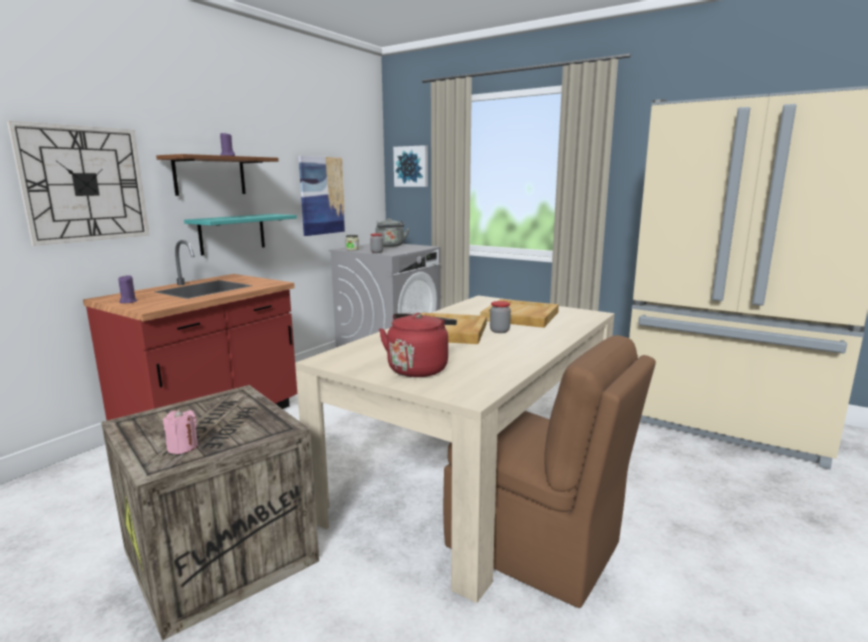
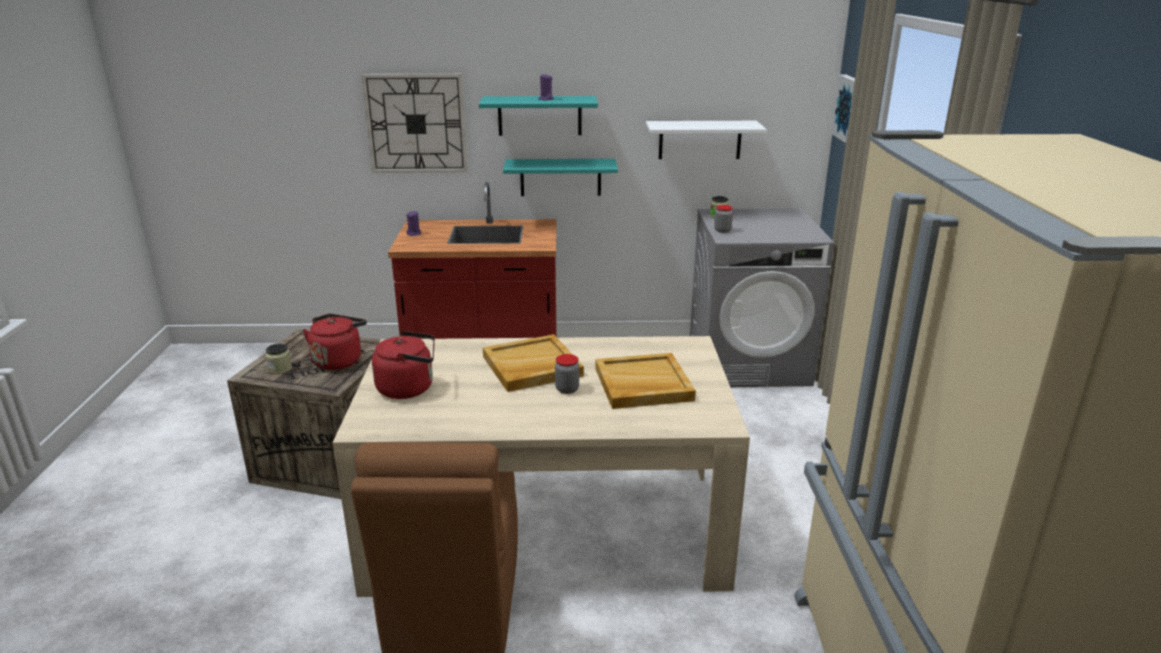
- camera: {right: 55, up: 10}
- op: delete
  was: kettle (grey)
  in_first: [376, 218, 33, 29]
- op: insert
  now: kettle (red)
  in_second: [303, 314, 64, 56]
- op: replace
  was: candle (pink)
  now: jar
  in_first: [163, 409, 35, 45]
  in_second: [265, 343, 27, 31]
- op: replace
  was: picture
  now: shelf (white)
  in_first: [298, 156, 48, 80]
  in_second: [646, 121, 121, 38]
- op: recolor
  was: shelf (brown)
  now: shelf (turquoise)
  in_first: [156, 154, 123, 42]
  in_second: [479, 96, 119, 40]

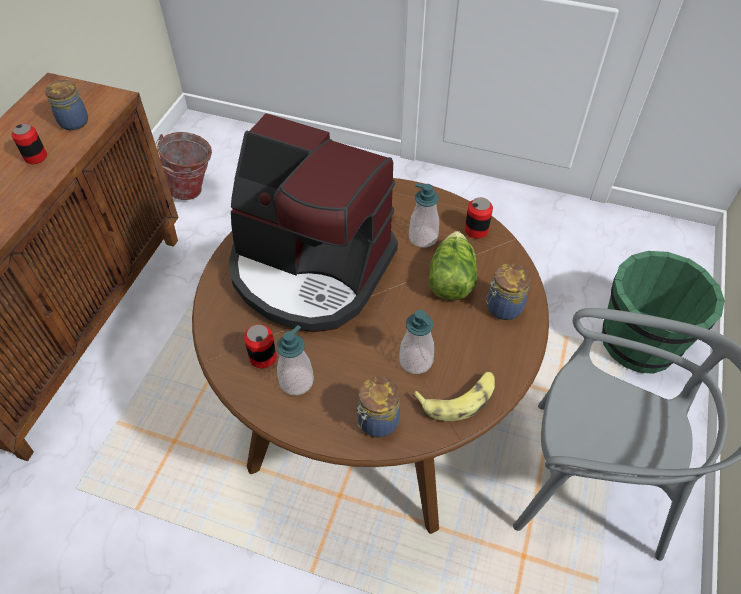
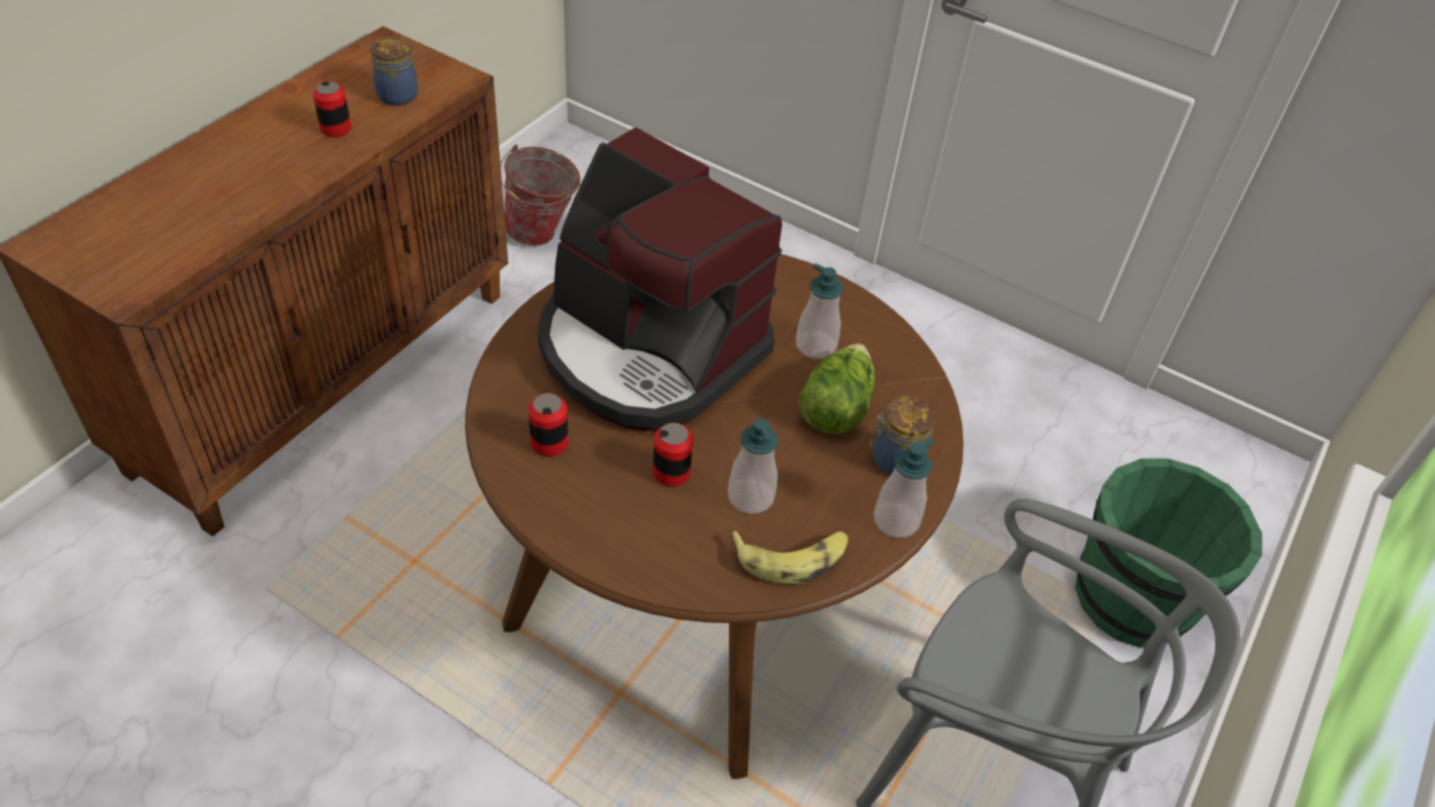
- camera: {right: 10, up: -5}
- op: delete
  was: jar
  in_first: [356, 376, 44, 62]
- op: move
  was: soap dispenser
  in_first: [277, 325, 37, 70]
  in_second: [873, 438, 61, 100]
- op: move
  was: can
  in_first: [465, 197, 28, 42]
  in_second: [653, 423, 40, 63]

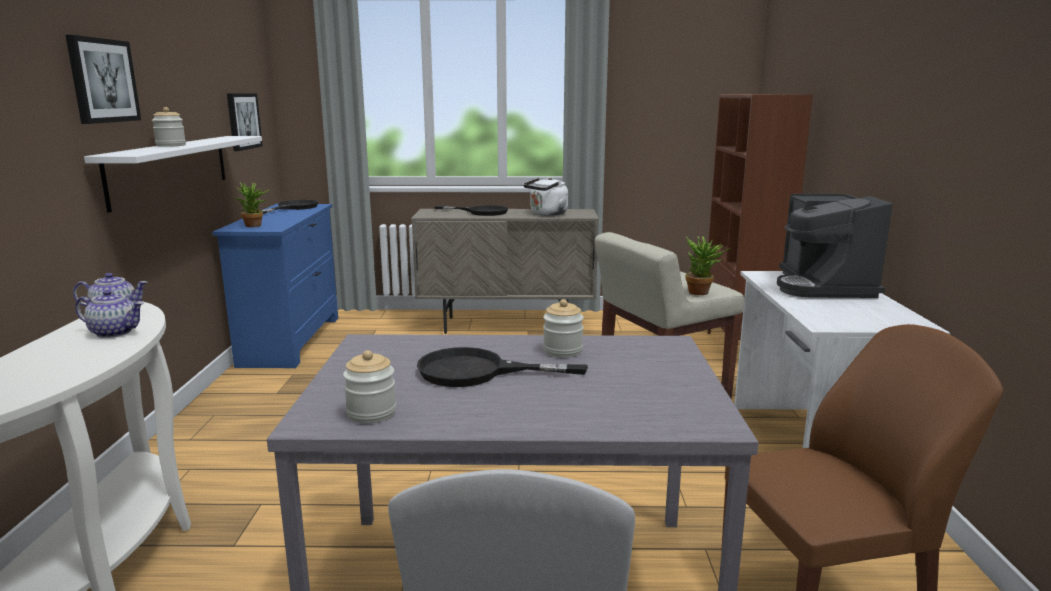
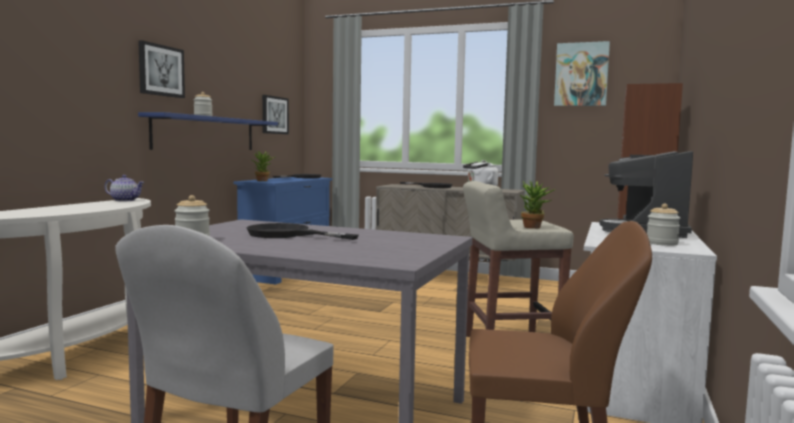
- camera: {right: 20, up: -10}
- op: delete
  was: teapot
  in_first: [75, 290, 69, 48]
- op: insert
  now: picture
  in_second: [554, 41, 56, 65]
- op: move
  was: jar
  in_first: [543, 299, 41, 59]
  in_second: [647, 203, 33, 43]
- op: recolor
  was: shelf (white)
  now: shelf (blue)
  in_first: [84, 136, 178, 77]
  in_second: [138, 112, 140, 38]

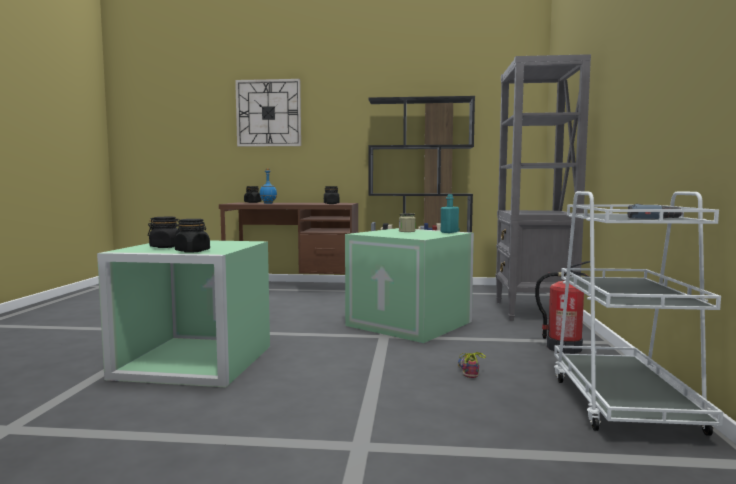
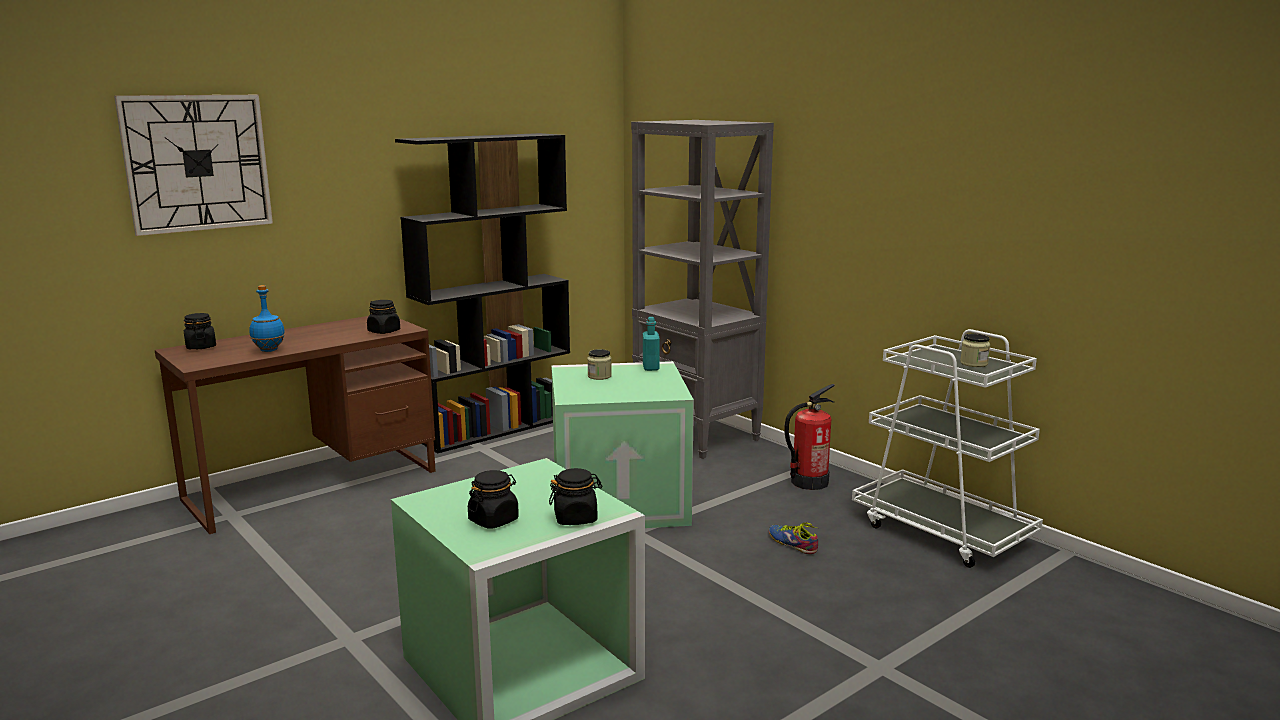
- camera: {right: -45, up: 10}
- op: replace
  was: power drill
  now: jar
  in_first: [627, 204, 57, 15]
  in_second: [960, 334, 30, 33]

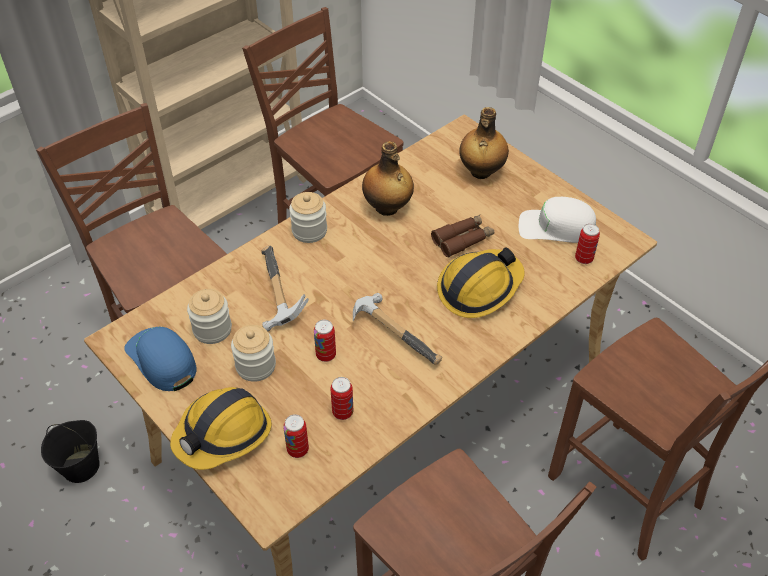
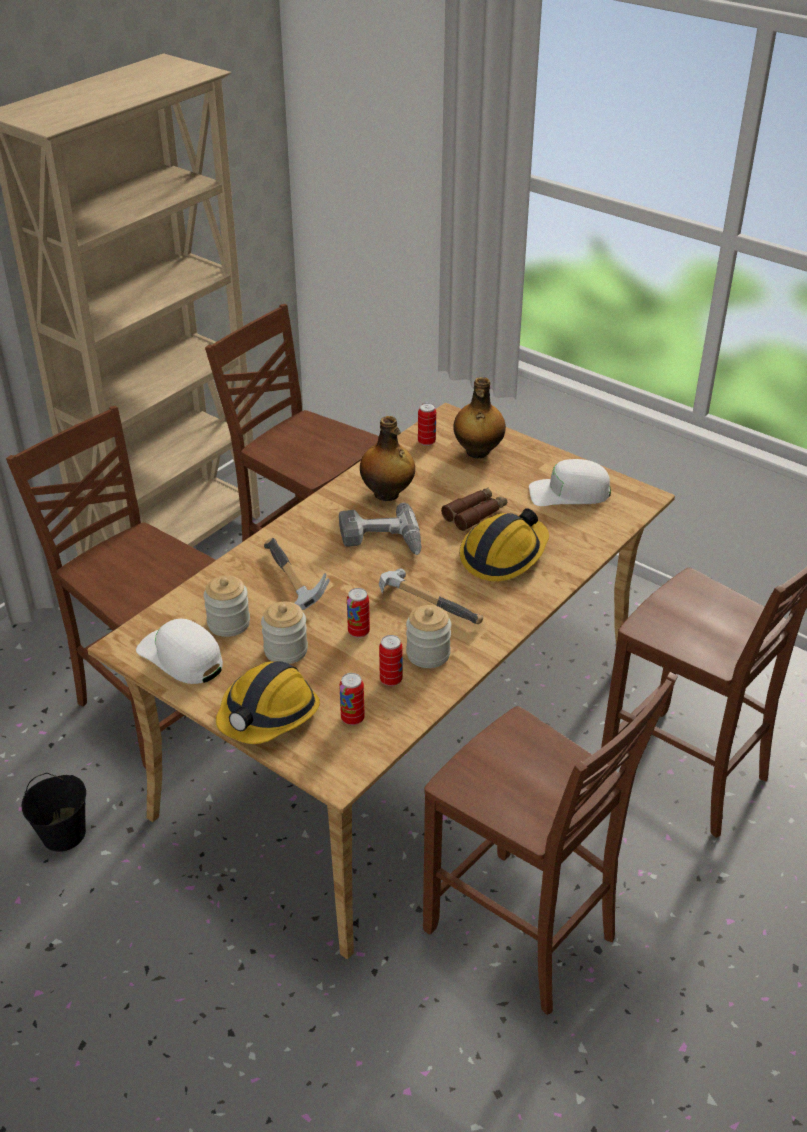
- camera: {right: -10, up: -10}
- op: insert
  now: power drill
  in_second: [339, 503, 83, 52]
- op: move
  was: jar
  in_first: [289, 192, 38, 51]
  in_second: [406, 605, 45, 63]
- op: move
  was: can
  in_first: [575, 224, 25, 40]
  in_second: [418, 403, 18, 43]
- op: recolor
  was: cap (blue)
  now: cap (white)
  in_first: [124, 327, 73, 64]
  in_second: [136, 619, 87, 65]

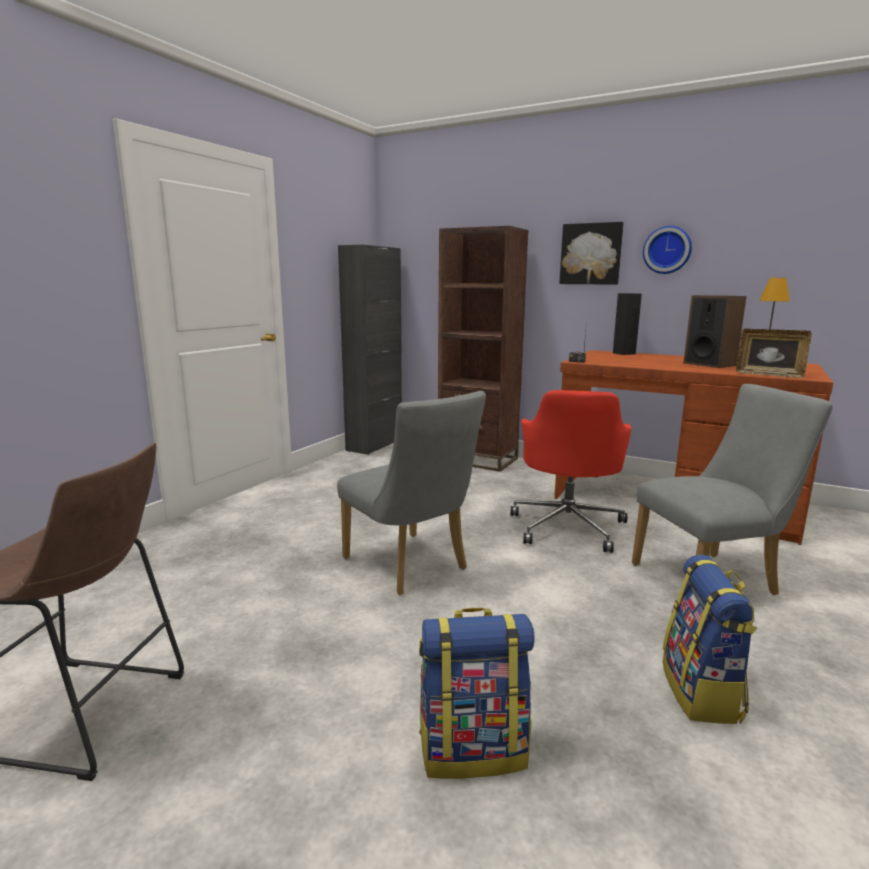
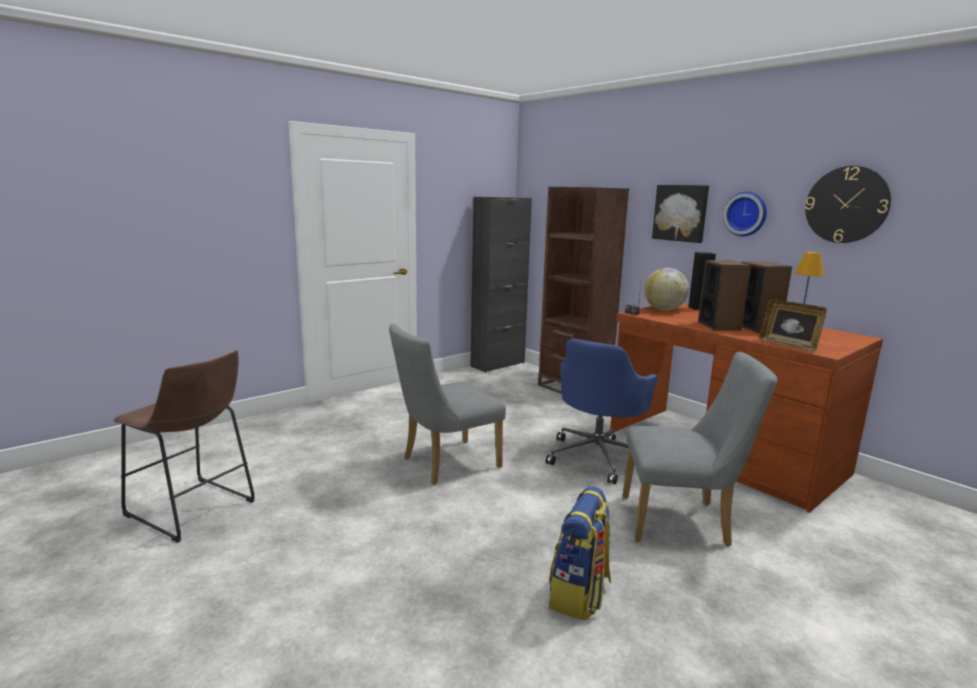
- camera: {right: 20, up: 0}
- op: delete
  was: backpack
  in_first: [419, 608, 115, 171]
- op: insert
  now: globe
  in_second: [644, 268, 45, 43]
- op: insert
  now: speaker
  in_second: [698, 260, 53, 71]
- op: insert
  now: wall clock
  in_second: [805, 166, 86, 77]
- op: recolor
  was: office chair (red)
  now: office chair (blue)
  in_first: [510, 390, 121, 163]
  in_second: [546, 339, 112, 145]
- op: rotate
  was: chair (grey)
  in_first: [337, 391, 149, 204]
  in_second: [389, 324, 117, 161]
  clockwise: 75

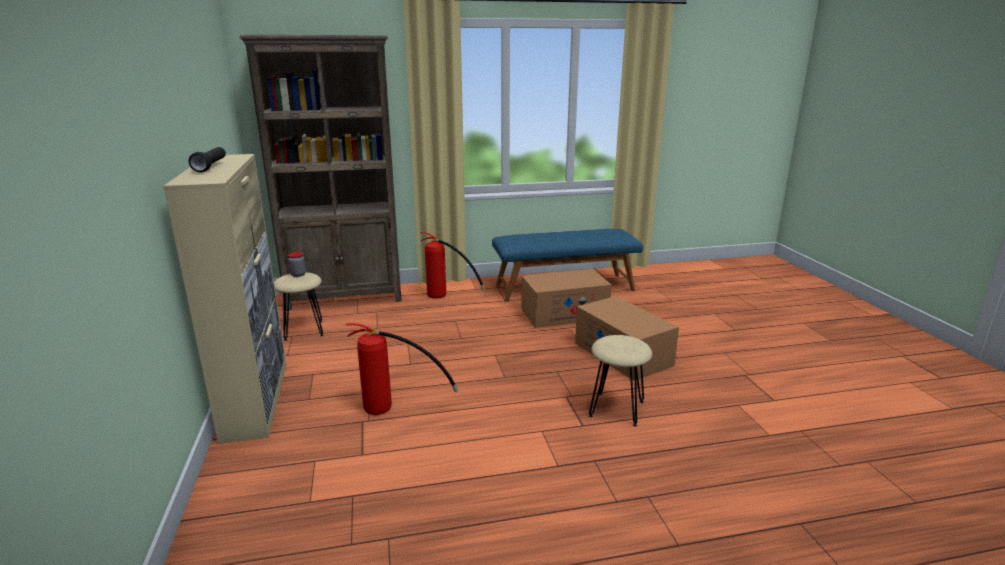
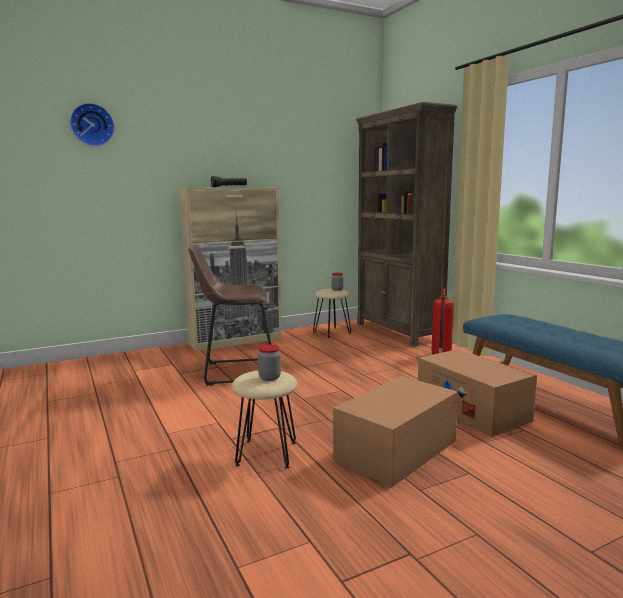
- camera: {right: 75, up: -10}
- op: insert
  now: wall clock
  in_second: [70, 103, 45, 44]
- op: insert
  now: jar
  in_second: [258, 345, 23, 36]
- op: replace
  was: fire extinguisher
  now: stool (brown)
  in_first: [346, 323, 112, 92]
  in_second: [189, 244, 82, 142]

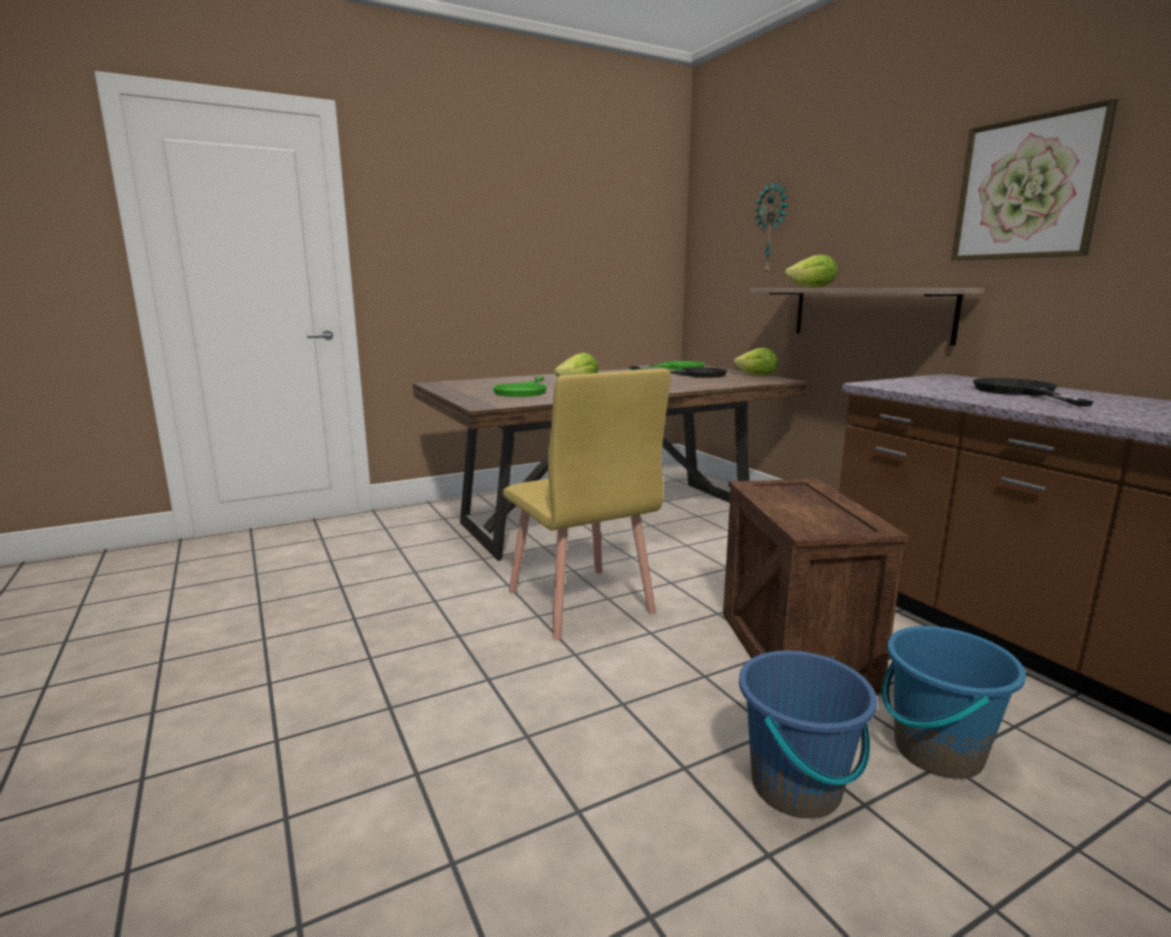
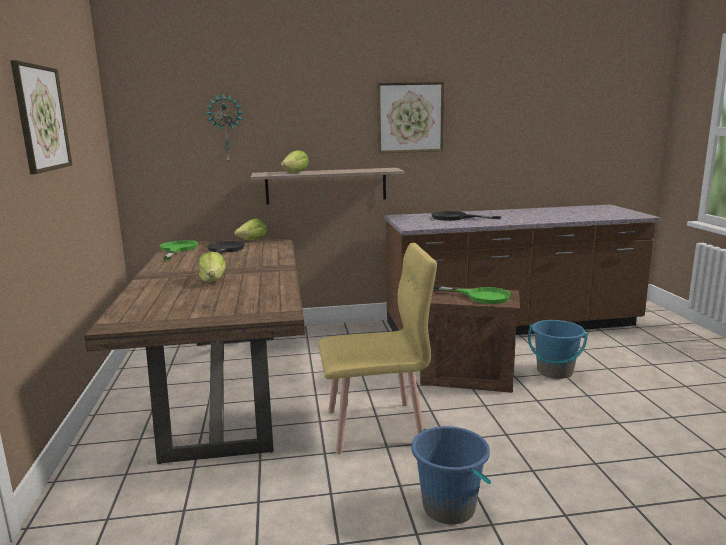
- camera: {right: -70, up: 0}
- op: insert
  now: picture
  in_second: [10, 60, 62, 114]
- op: move
  was: frying pan (green)
  in_first: [492, 377, 55, 20]
  in_second: [433, 285, 78, 19]
- op: move
  was: bucket (blue)
  in_first: [739, 650, 138, 168]
  in_second: [411, 426, 80, 98]

